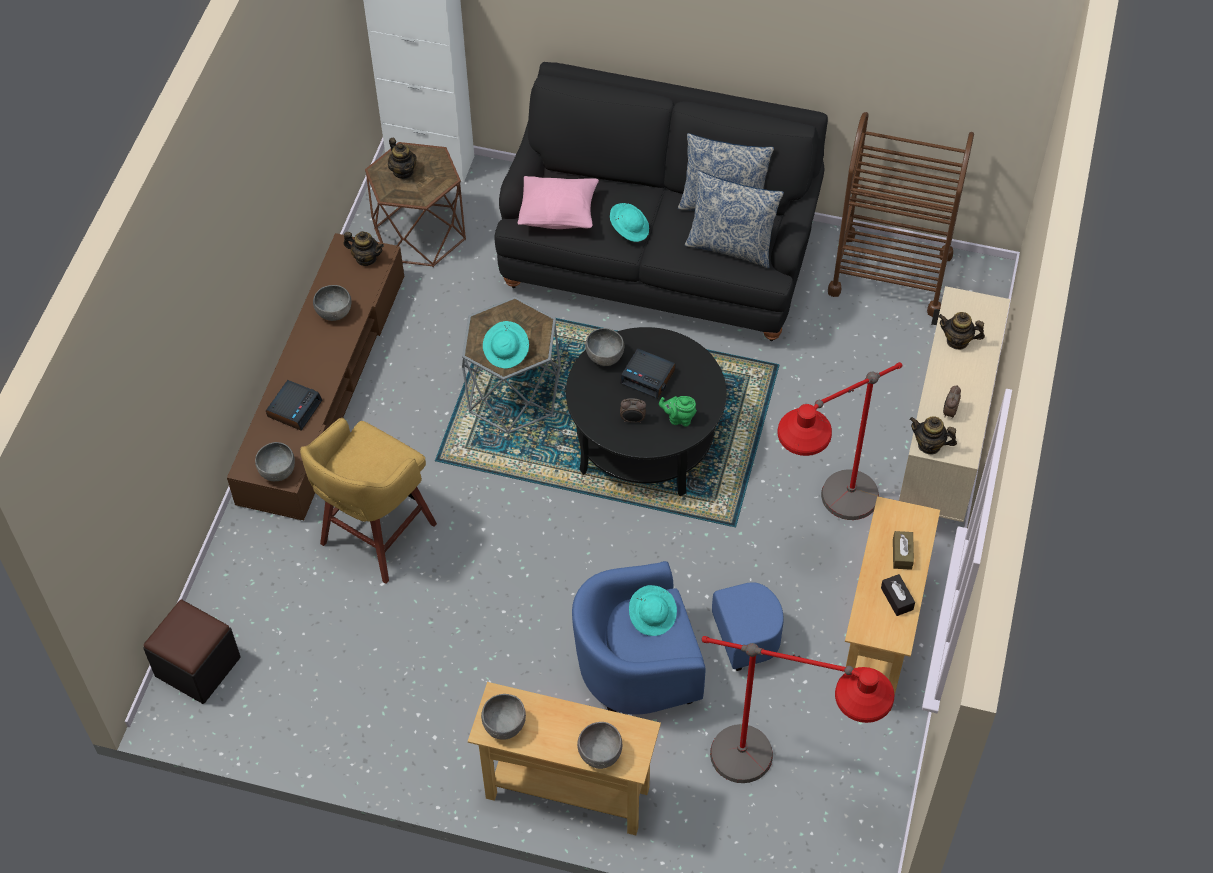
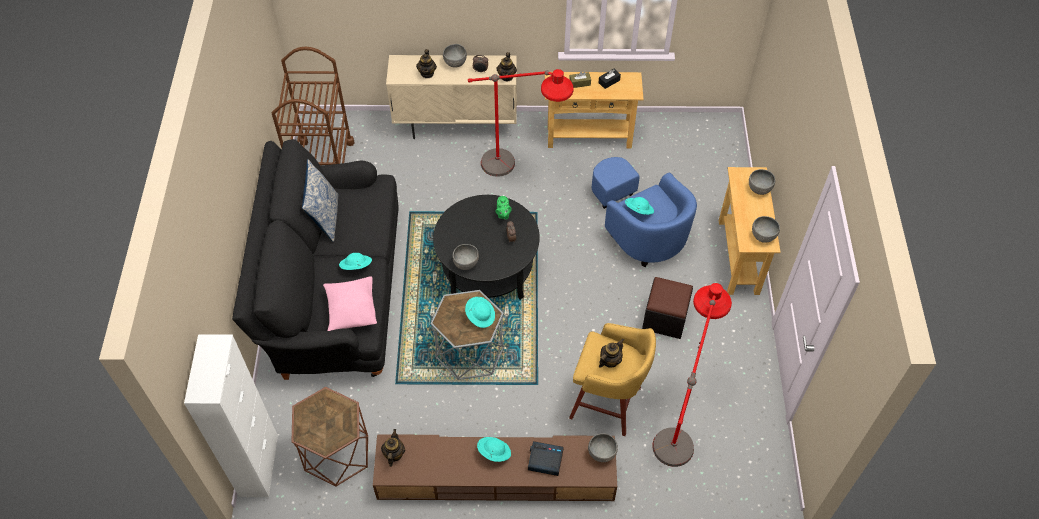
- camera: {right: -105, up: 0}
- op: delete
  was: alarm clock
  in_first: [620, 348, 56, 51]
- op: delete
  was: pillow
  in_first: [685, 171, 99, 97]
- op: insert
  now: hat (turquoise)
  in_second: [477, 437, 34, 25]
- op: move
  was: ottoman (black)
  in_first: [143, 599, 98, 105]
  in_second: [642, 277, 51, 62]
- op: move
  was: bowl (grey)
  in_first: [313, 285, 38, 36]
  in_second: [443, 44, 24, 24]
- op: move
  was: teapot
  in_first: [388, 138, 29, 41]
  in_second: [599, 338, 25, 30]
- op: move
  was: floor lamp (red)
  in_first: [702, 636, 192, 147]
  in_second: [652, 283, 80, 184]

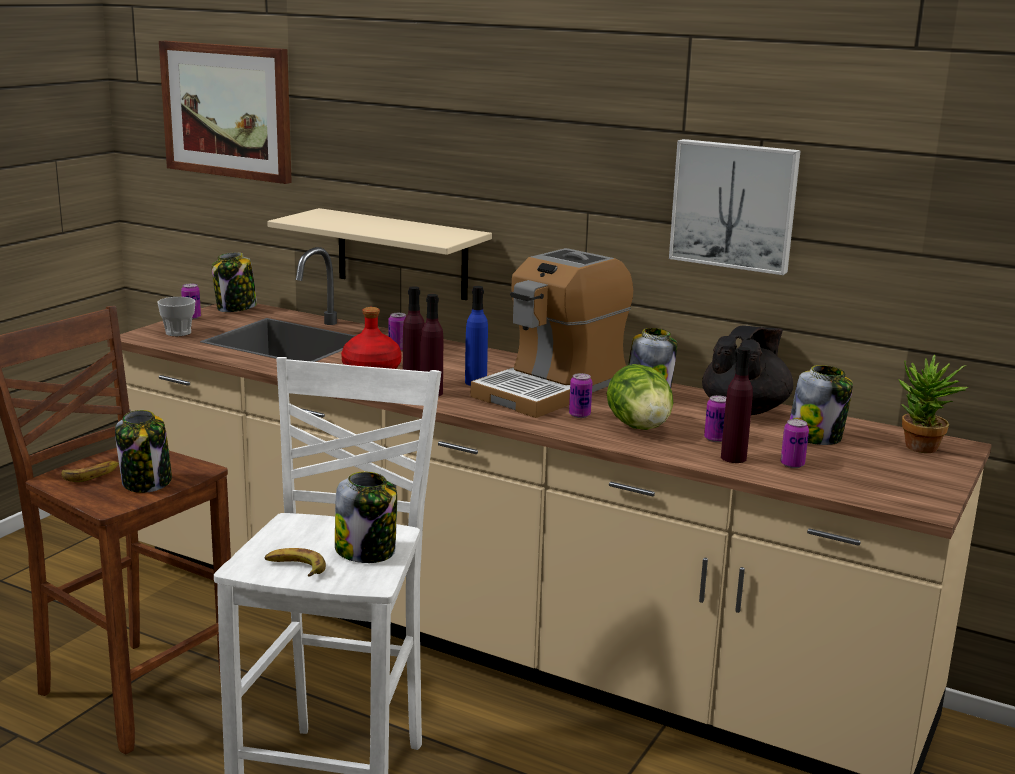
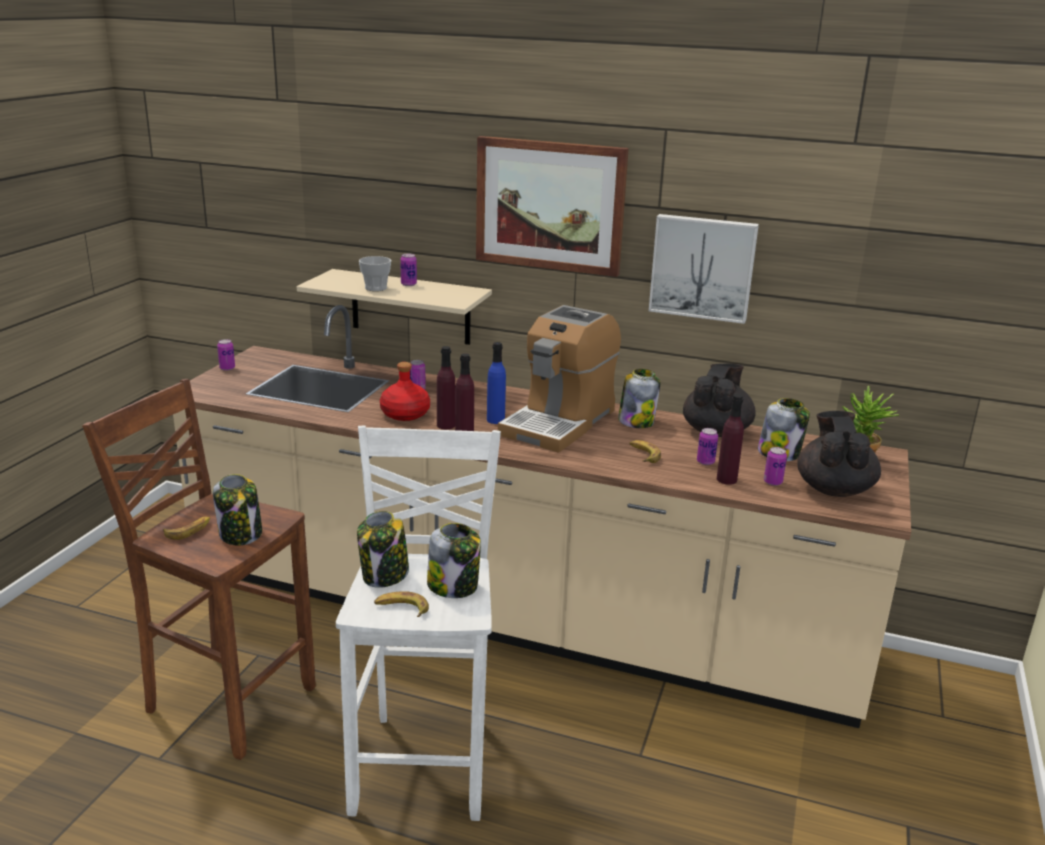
- camera: {right: -10, up: 5}
- op: insert
  now: teapot (black)
  in_second: [797, 411, 84, 86]
- op: move
  was: cup
  in_first: [158, 297, 37, 39]
  in_second: [359, 256, 32, 35]
- op: move
  was: picture
  in_first: [159, 41, 133, 143]
  in_second: [476, 136, 153, 141]
- op: move
  was: jar
  in_first: [212, 252, 45, 60]
  in_second: [357, 511, 52, 77]
- op: move
  was: can
  in_first: [569, 373, 23, 45]
  in_second: [400, 254, 17, 32]
- op: replace
  was: lettuce
  now: banana
  in_first: [607, 364, 66, 66]
  in_second: [629, 440, 32, 23]

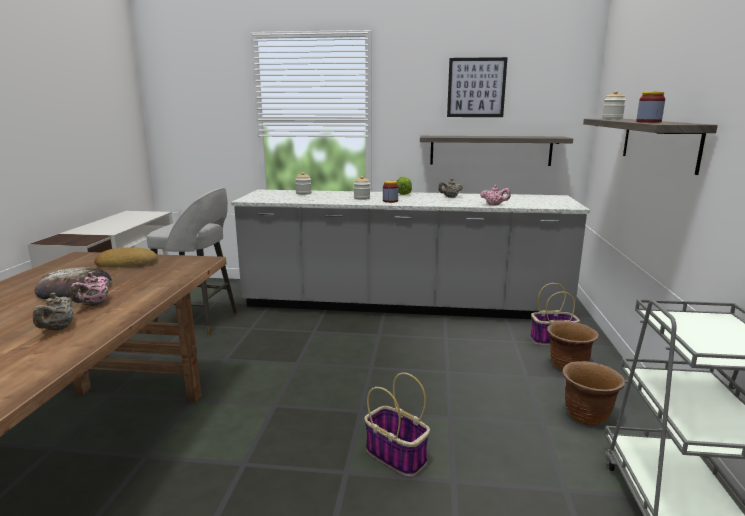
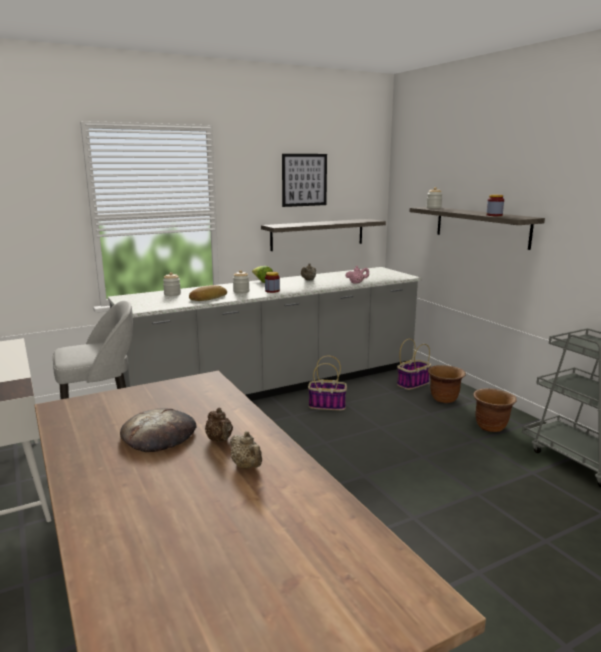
- camera: {right: -35, up: 0}
- op: move
  was: bread
  in_first: [94, 247, 64, 21]
  in_second: [189, 285, 38, 16]
- op: move
  was: basket
  in_first: [364, 372, 66, 105]
  in_second: [308, 356, 39, 54]
- op: recolor
  was: teapot (pink)
  now: teapot (brown)
  in_first: [70, 272, 40, 34]
  in_second: [205, 408, 28, 34]

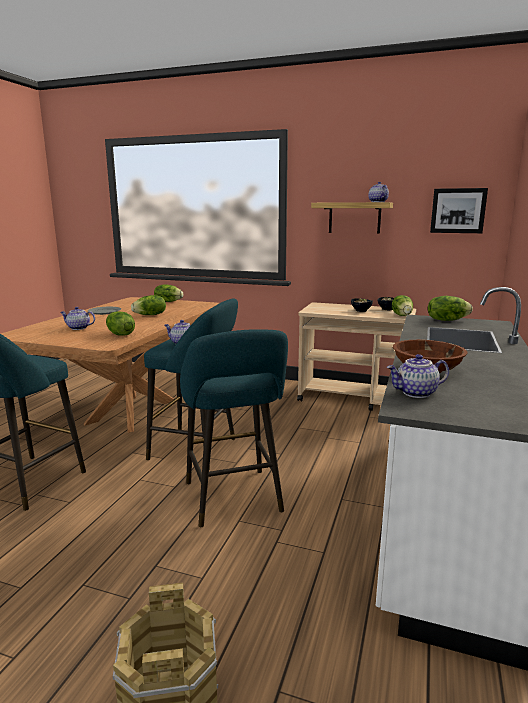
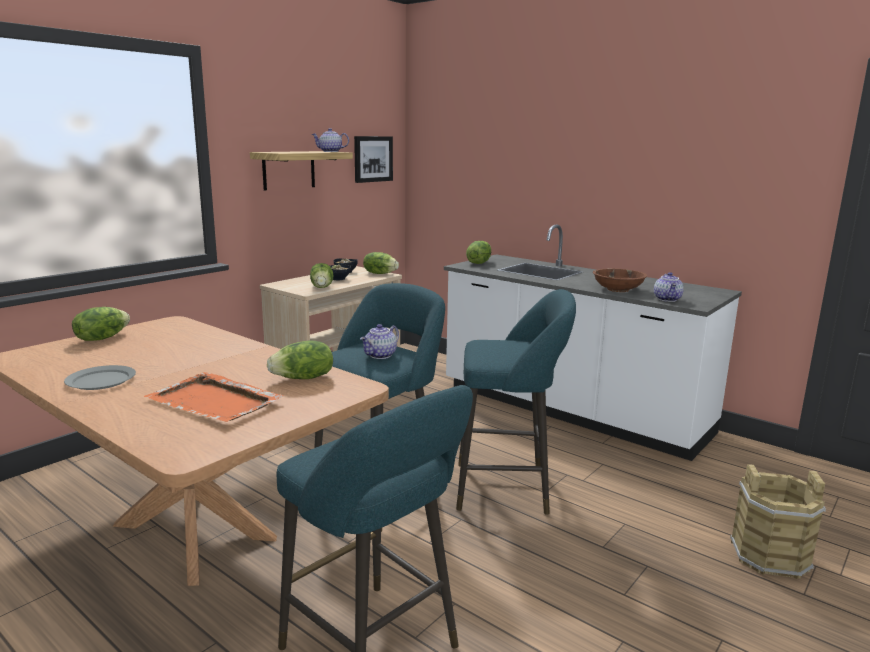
- camera: {right: -70, up: 0}
- op: move
  was: lettuce
  in_first: [131, 295, 35, 20]
  in_second: [310, 263, 23, 25]
- op: replace
  was: teapot
  now: tray (orange)
  in_first: [61, 307, 34, 23]
  in_second: [144, 372, 140, 50]

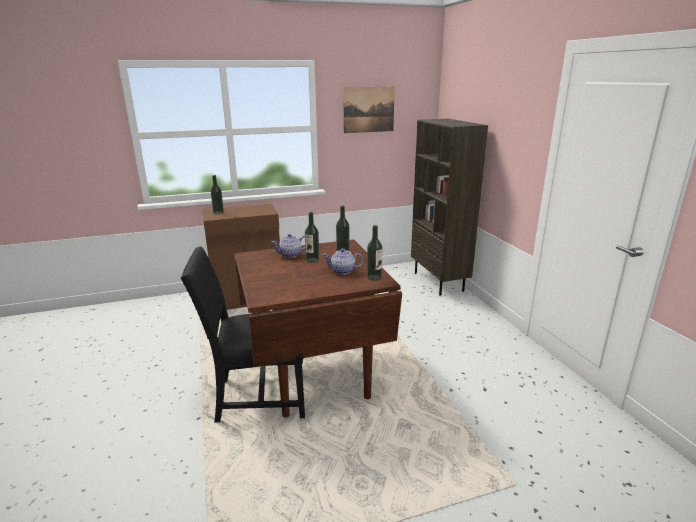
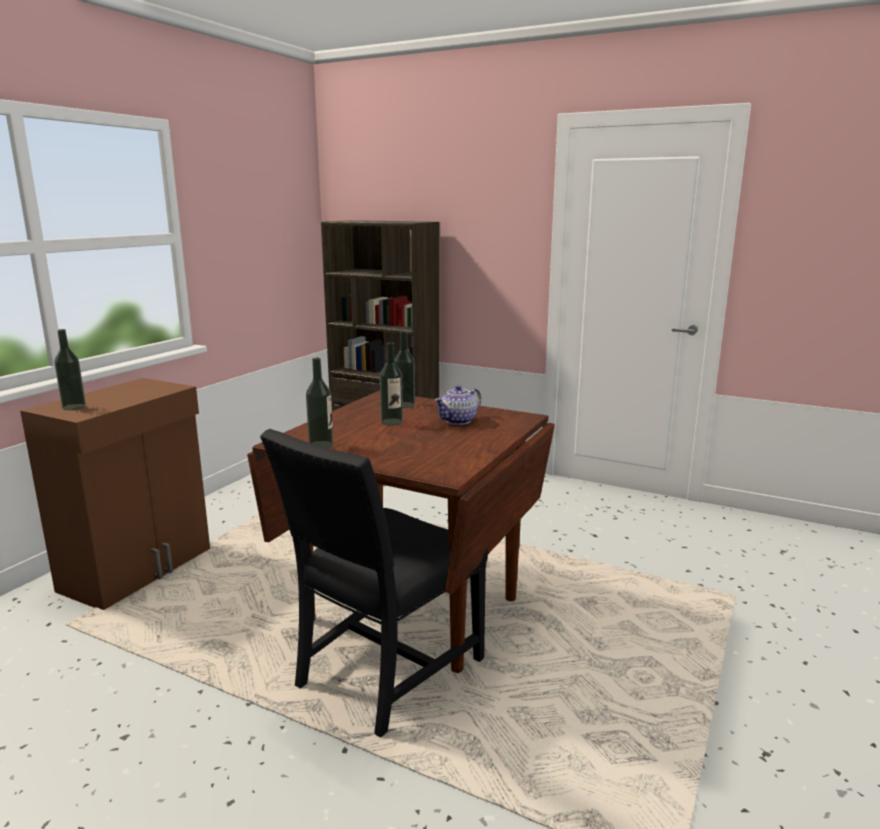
- camera: {right: -45, up: -5}
- op: delete
  was: teapot
  in_first: [272, 234, 33, 24]
- op: delete
  was: picture
  in_first: [343, 86, 52, 47]
- op: move
  was: bottle
  in_first: [367, 225, 16, 56]
  in_second: [306, 358, 27, 90]

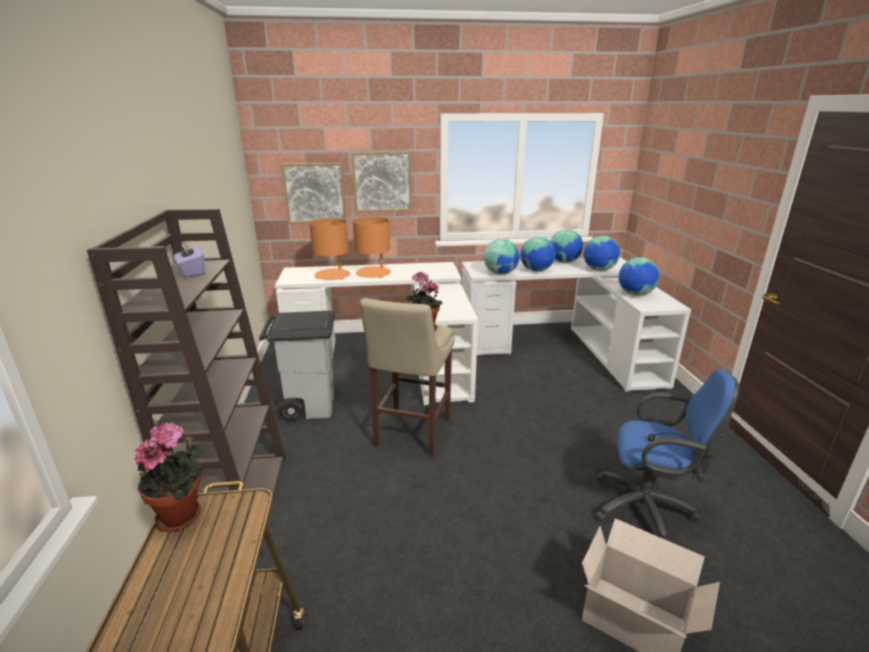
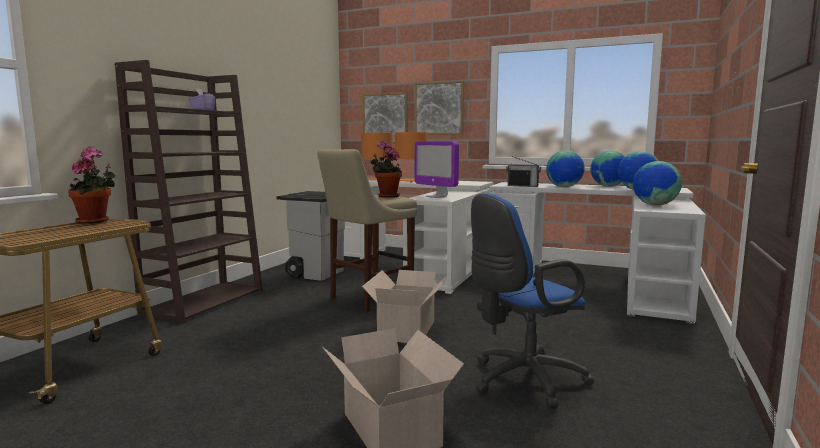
- camera: {right: 30, up: -15}
- op: insert
  now: cardboard box
  in_second: [362, 270, 86, 73]
- op: insert
  now: monitor
  in_second: [414, 141, 45, 57]
- op: replace
  was: globe
  now: radio
  in_first: [484, 239, 35, 36]
  in_second: [506, 156, 35, 31]
- op: rotate
  was: office chair (blue)
  in_first: [596, 370, 143, 171]
  in_second: [471, 193, 123, 216]
  clockwise: 105

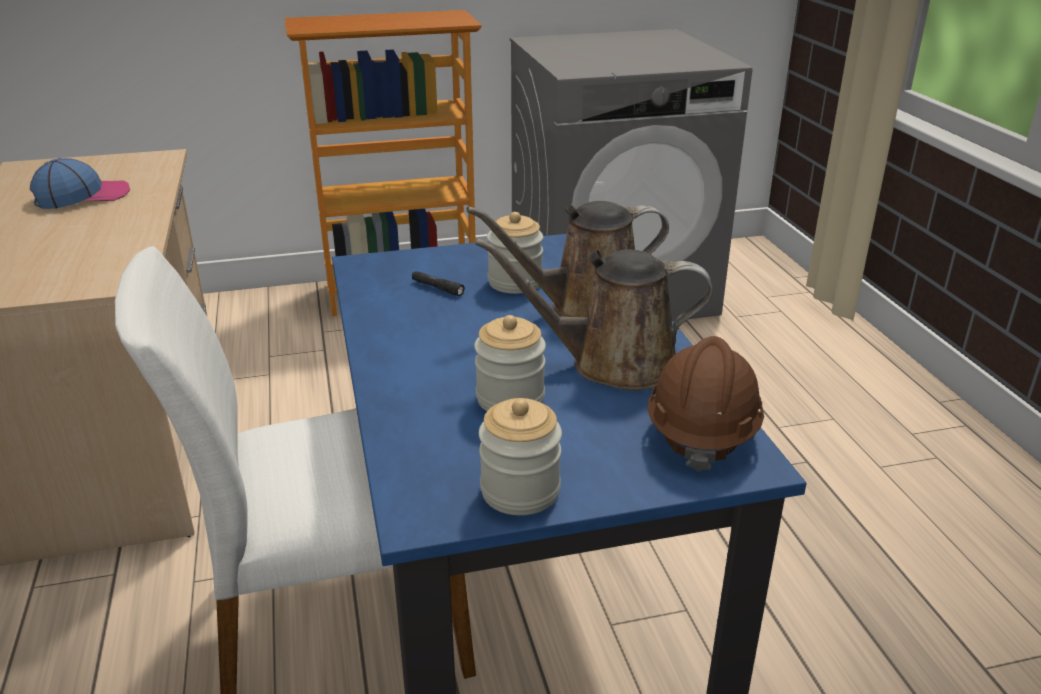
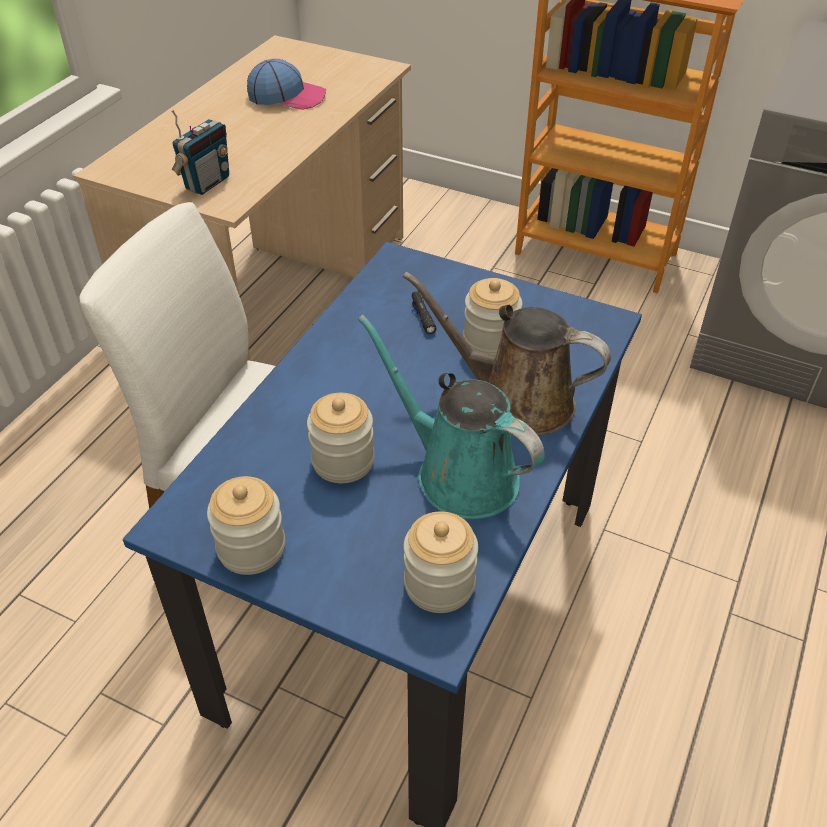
- camera: {right: 40, up: 15}
- op: insert
  now: radio
  in_second: [171, 109, 58, 86]
- op: replace
  was: hard hat (brown)
  now: jar
  in_first: [648, 336, 116, 136]
  in_second: [404, 512, 74, 101]
- op: recolor
  was: watering can (brown)
  now: watering can (turquoise)
  in_first: [475, 238, 238, 153]
  in_second: [358, 315, 187, 204]

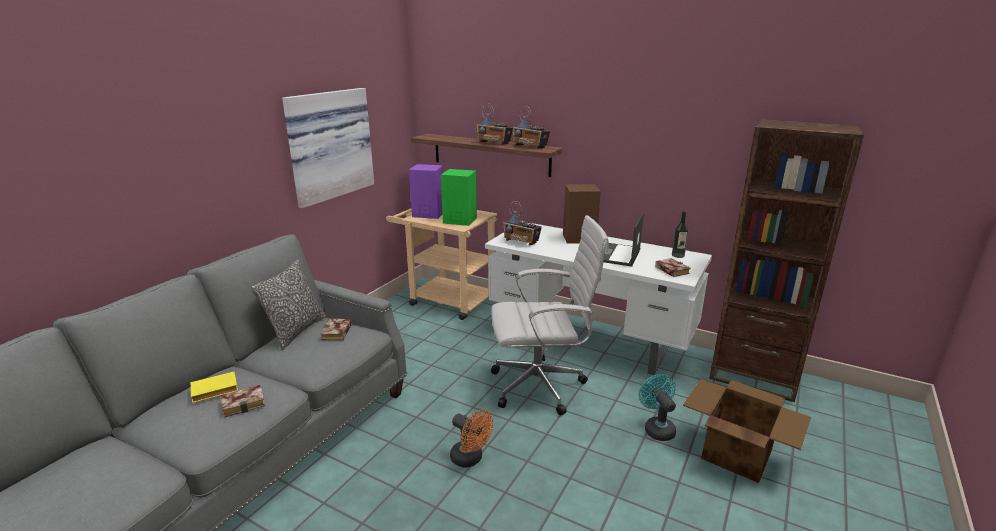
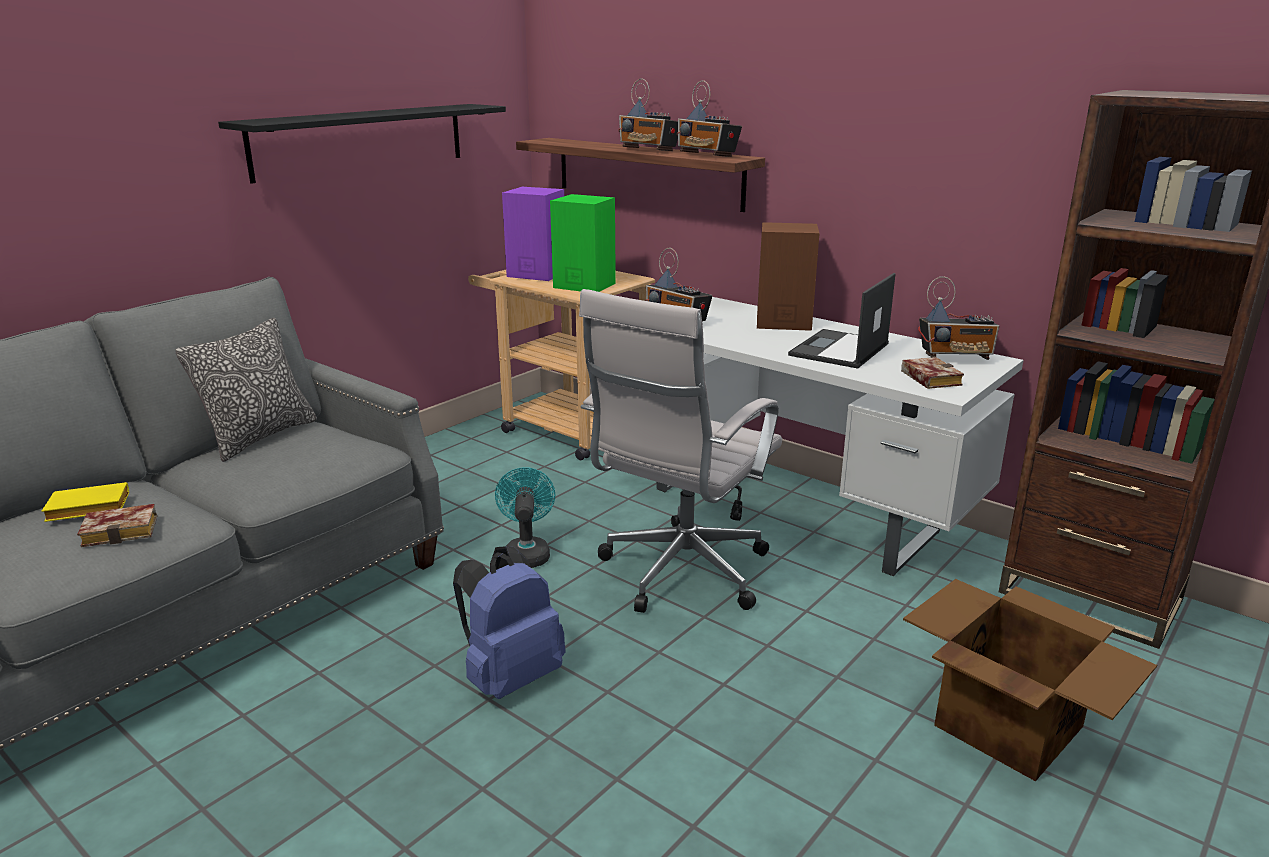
- camera: {right: 10, up: 0}
- op: delete
  was: book
  in_first: [321, 319, 31, 21]
- op: move
  was: fan (turquoise)
  in_first: [639, 374, 37, 67]
  in_second: [495, 467, 60, 101]
- op: replace
  was: picture
  now: shelf (black)
  in_first: [282, 88, 92, 120]
  in_second: [218, 104, 288, 80]
- op: replace
  was: fan (orange)
  now: backpack (blue)
  in_first: [450, 410, 43, 58]
  in_second: [453, 546, 113, 153]
- op: replace
  was: bottle
  now: radio
  in_first: [672, 211, 16, 47]
  in_second: [918, 276, 81, 84]
- op: rotate
  was: office chair (white)
  in_first: [491, 215, 118, 200]
  in_second: [579, 289, 203, 324]
  clockwise: 120

